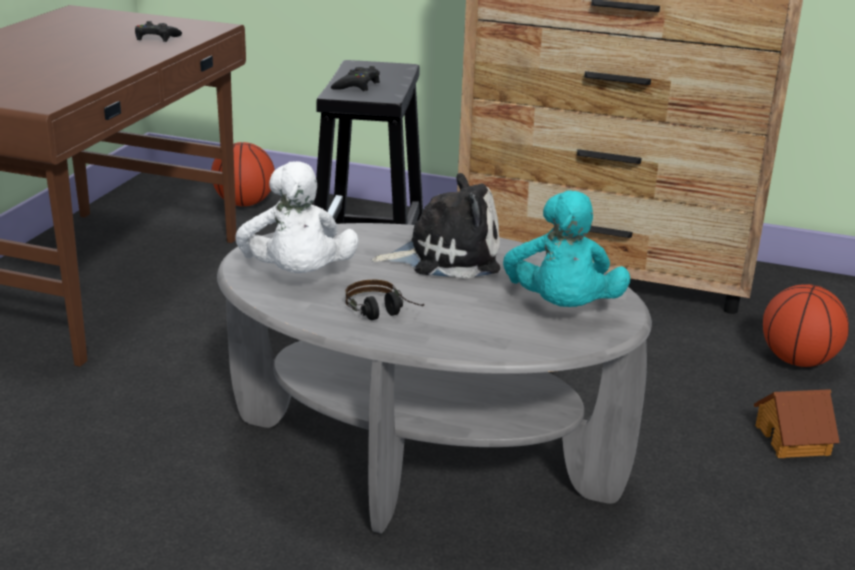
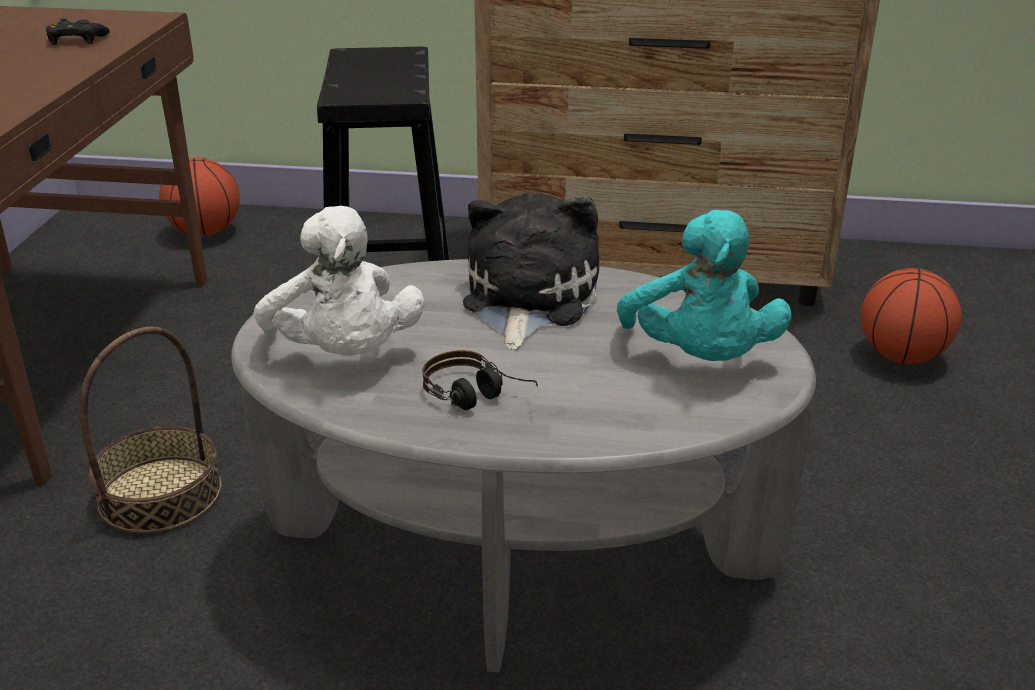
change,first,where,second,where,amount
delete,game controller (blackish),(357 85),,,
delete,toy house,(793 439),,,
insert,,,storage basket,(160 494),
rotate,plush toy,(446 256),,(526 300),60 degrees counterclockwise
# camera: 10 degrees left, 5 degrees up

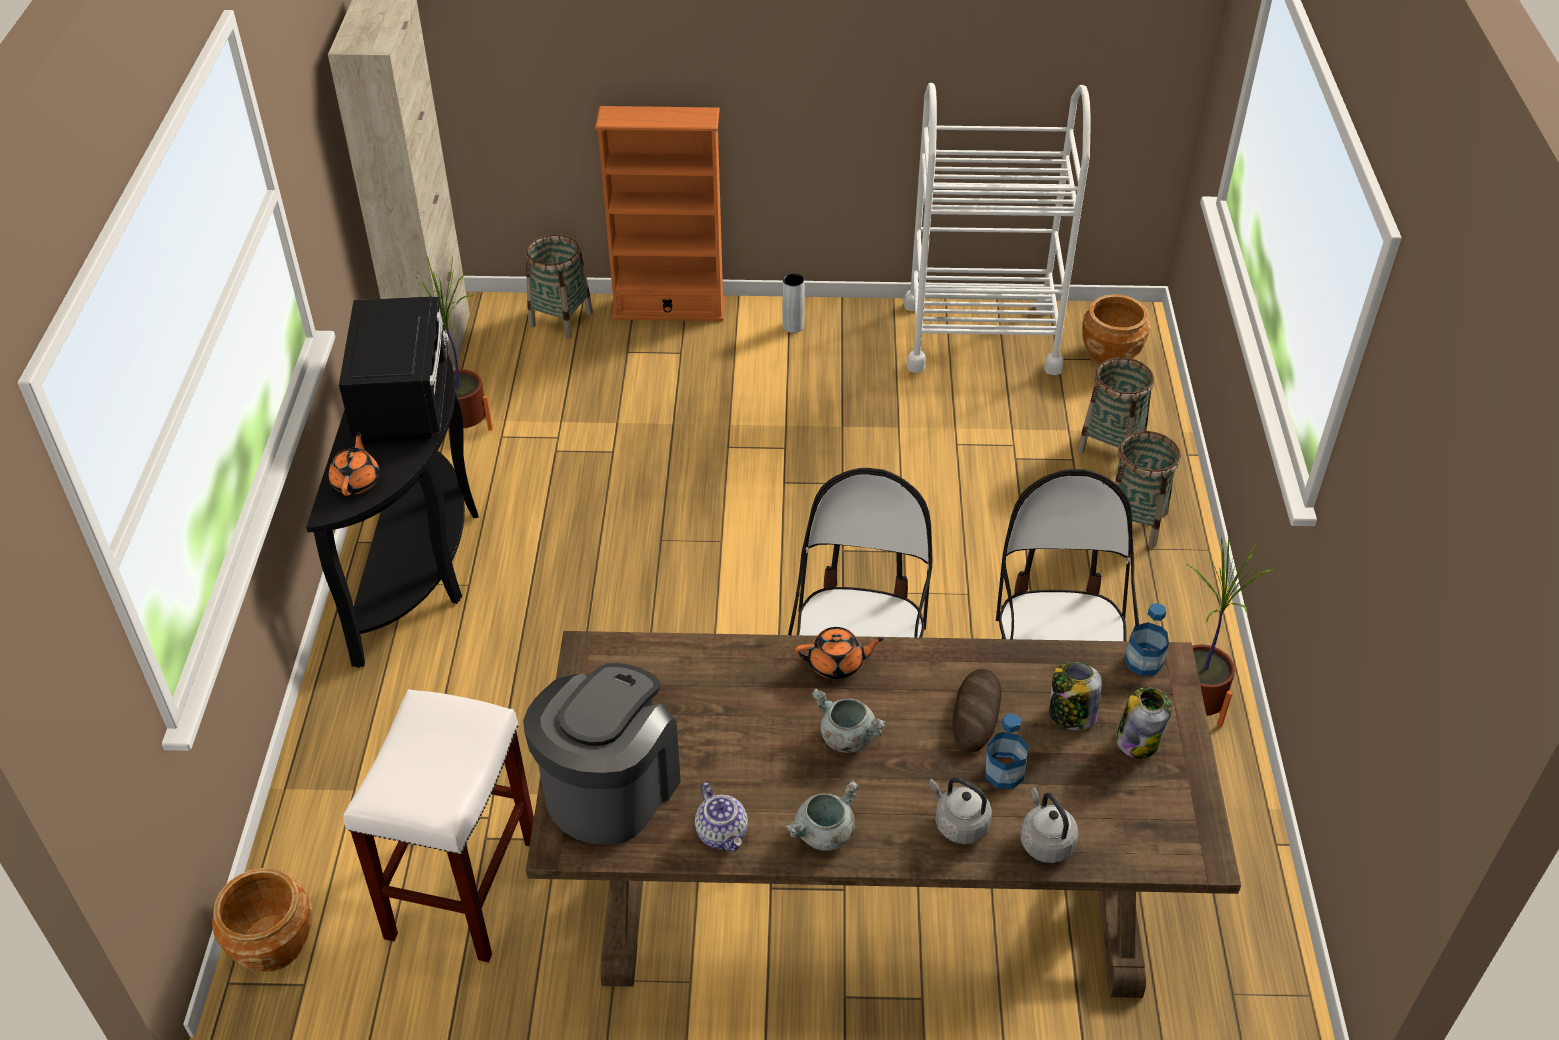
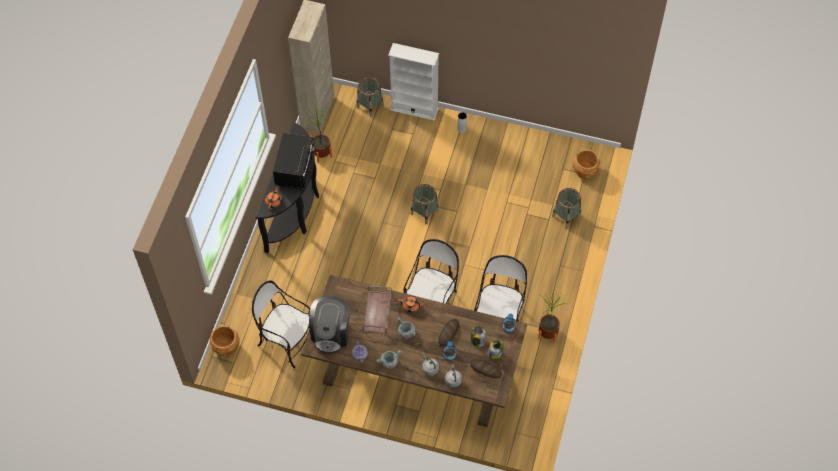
change,first,where,second,where,amount
delete,trolley (whitish),(981 337),,,
insert,,,tray (brownish),(378 312),
insert,,,baked bread,(486 370),
move,storage basket,(1134 522),,(424 212),
replace,sitting stool (whitish),(463 886),plain chair,(287 341),
recolor,shelving unit (orange),(669 308),shelving unit (whitish),(414 109),
rotate,coffee brewer,(610 787),,(331 333),150 degrees clockwise
# camera: 15 degrees right, 15 degrees up

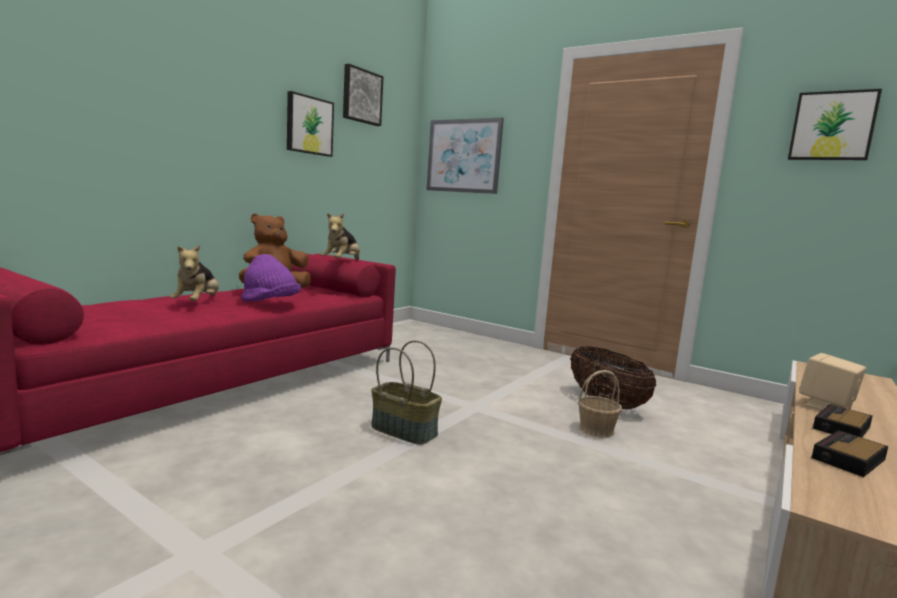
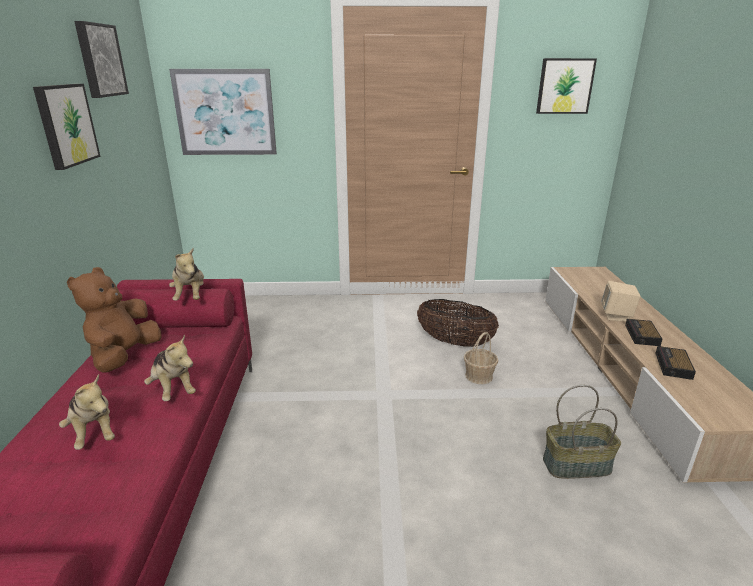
change,first,where,second,where,amount
move,storage basket,(405 430),,(576 464),
replace,clothing hat (purple-coloured),(270 303),plush toy,(173 389),
# camera: 35 degrees left, 15 degrees up

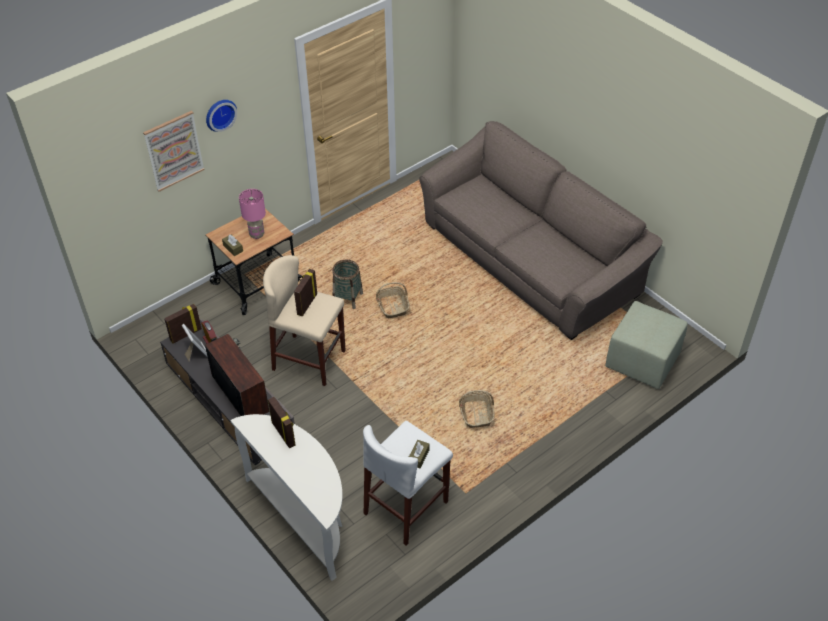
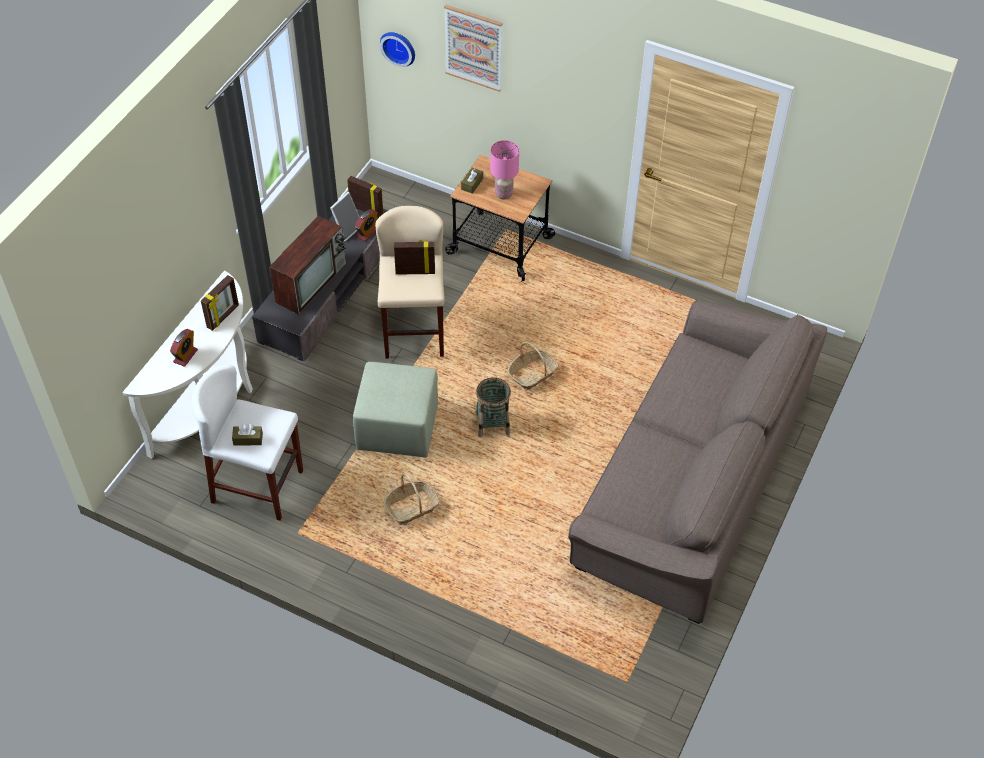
change,first,where,second,where,amount
insert,,,bedside clock,(185 356),
move,wall clock,(219 114),,(399 47),
move,storage basket,(348 298),,(492 424),
move,footrest (green),(642 362),,(396 428),
# camera: 65 degrees right, 5 degrees up

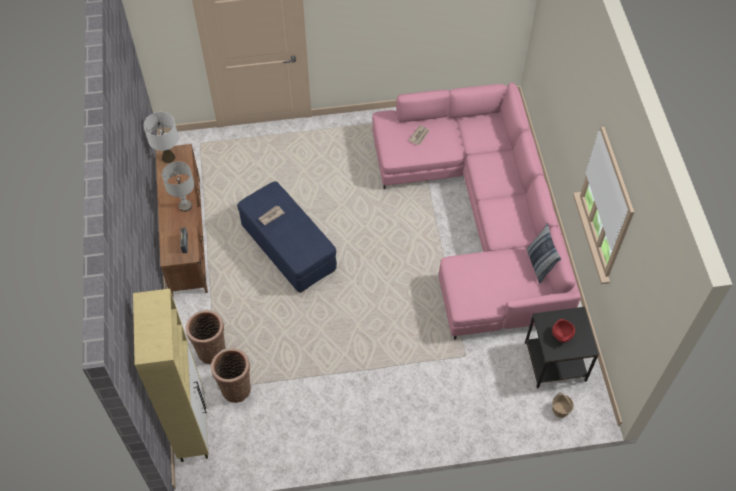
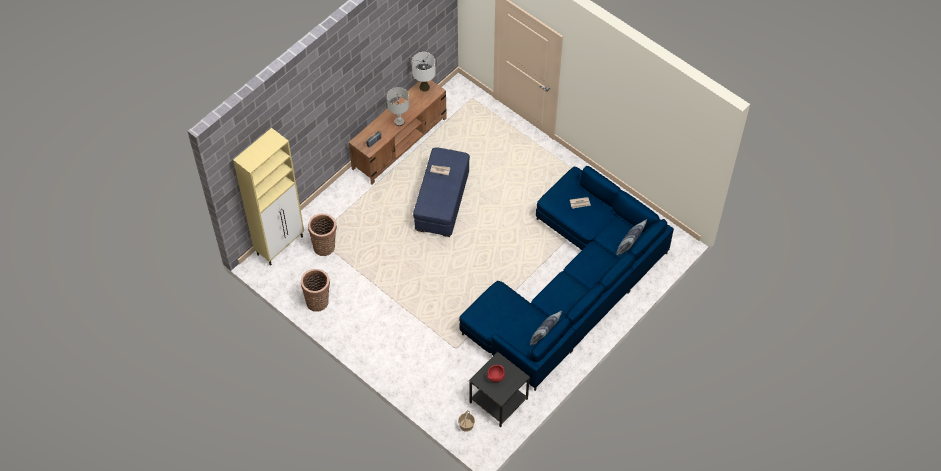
change,first,where,second,where,amount
insert,,,pillow,(629 245),
move,storage basket,(211 349),,(318 300),
recolor,sofa (pinkish),(479 215),sofa (blue-coloured),(569 286),
# camera: 50 degrees right, 0 degrees up

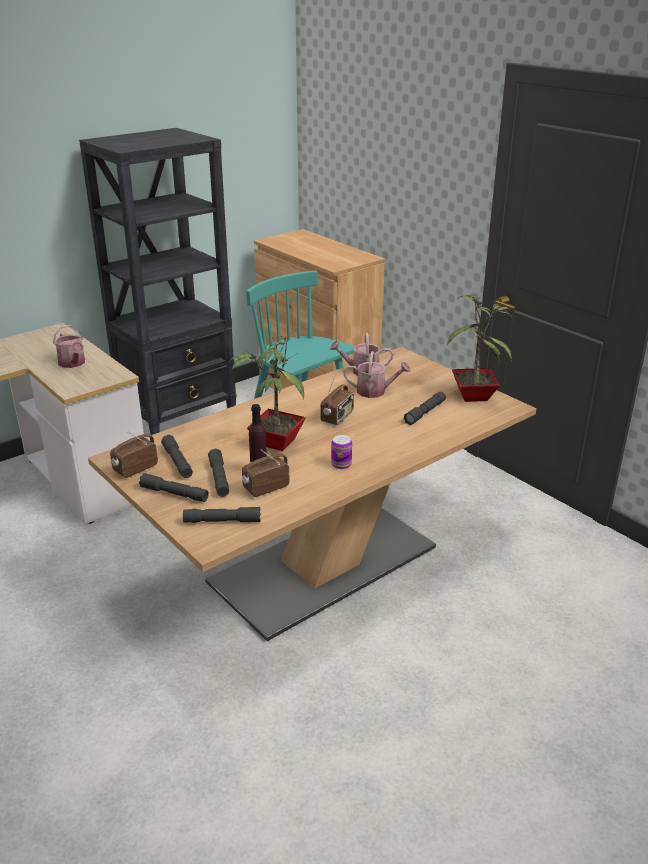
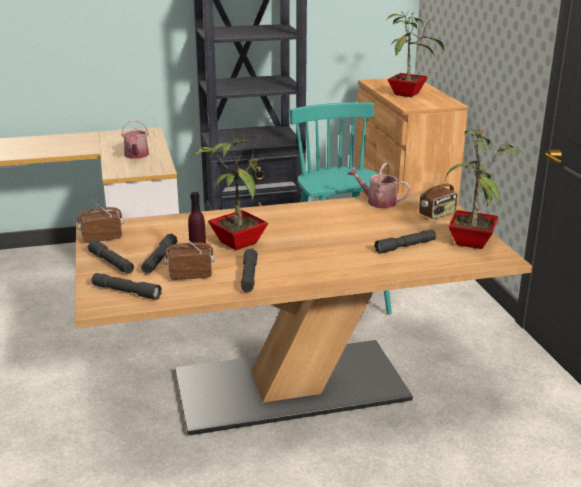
change,first,where,second,where,amount
delete,sealed can,(341 464),,,
delete,sprinkling can,(375 391),,,
insert,,,potted plant,(407 94),
move,hand torch (gray),(177 462),,(249 276),
move,radio set,(337 418),,(437 214),
# camera: 25 degrees right, 5 degrees down

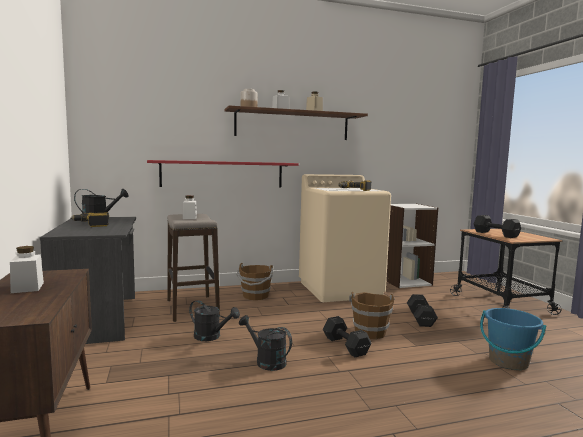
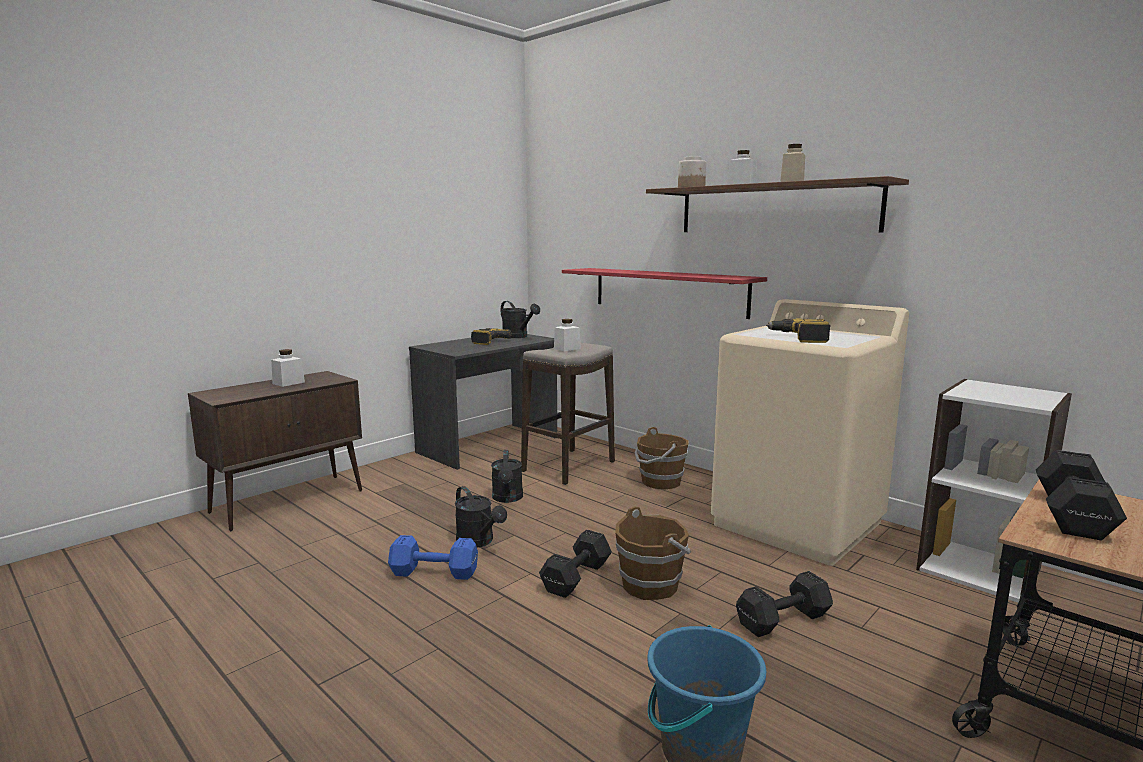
change,first,where,second,where,amount
insert,,,free weight (blue-coloured),(432 572),
rotate,sprinkling can (blackish),(266 361),,(479 542),135 degrees clockwise
# camera: 60 degrees right, 5 degrees up

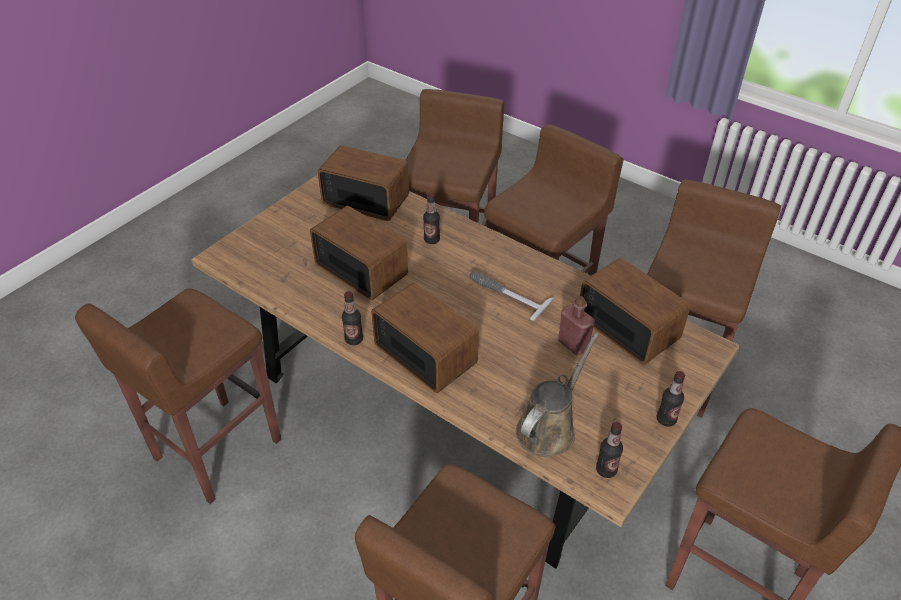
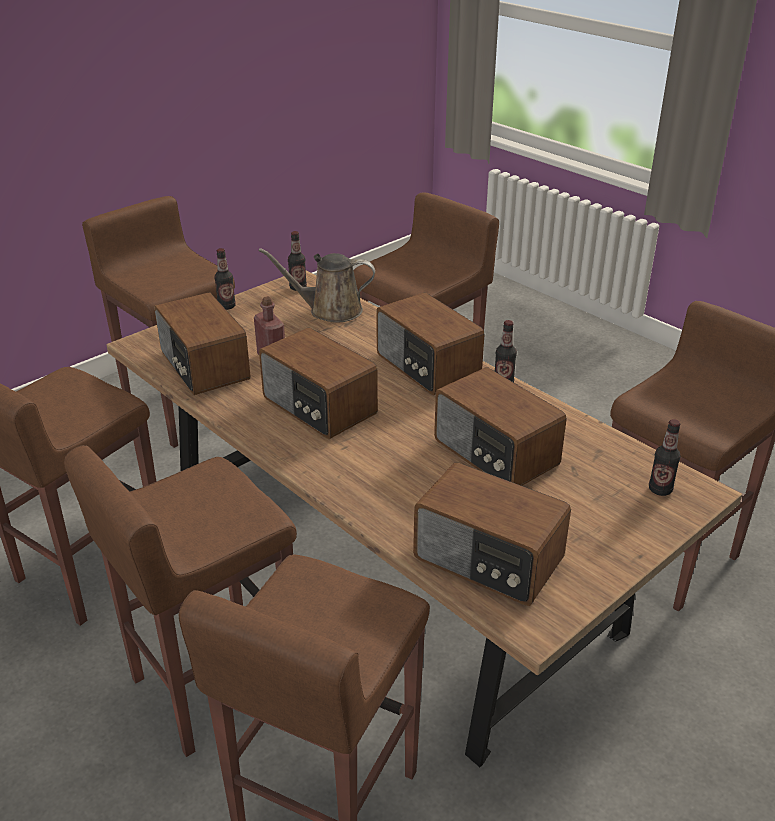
change,first,where,second,where,amount
move,beverage bottle,(431 240),,(660 489),
replace,tool hammer,(506 294),radio set,(318 407),
rotate,sprinkling can (brownish),(549 428),,(330 310),45 degrees clockwise
# camera: 170 degrees left, 10 degrees down

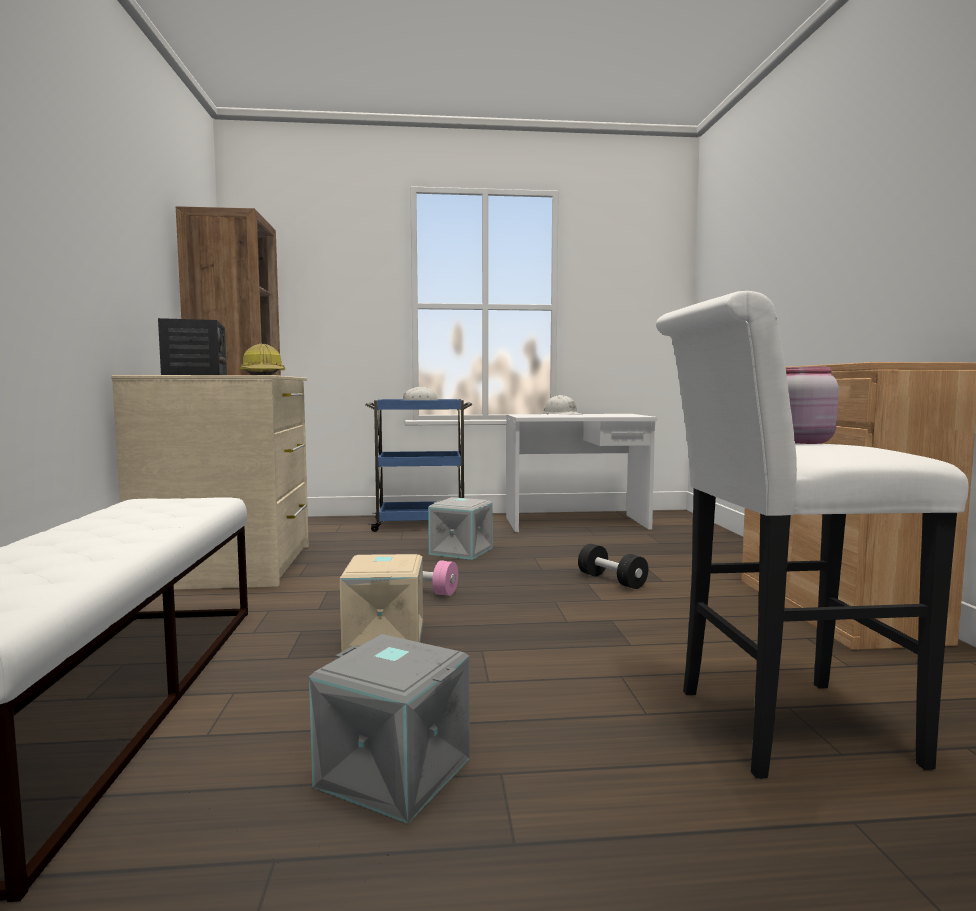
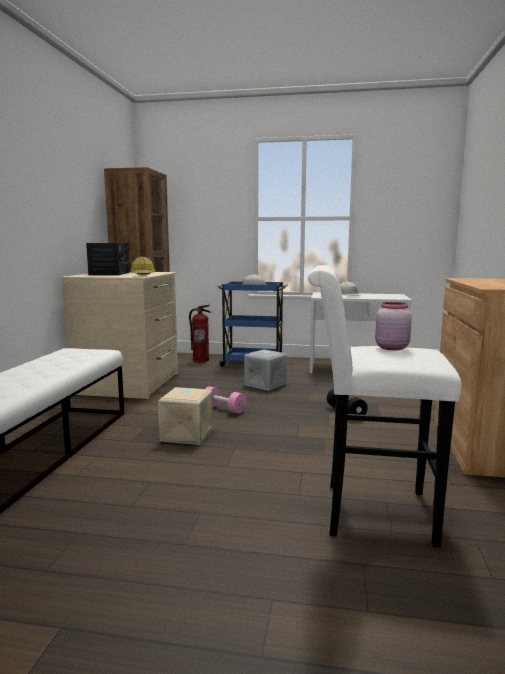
change,first,where,second,where,amount
delete,storage bin (gray),(391 773),,,
insert,,,fire-fighting cylinder,(201 360),
# camera: 15 degrees right, 5 degrees up

